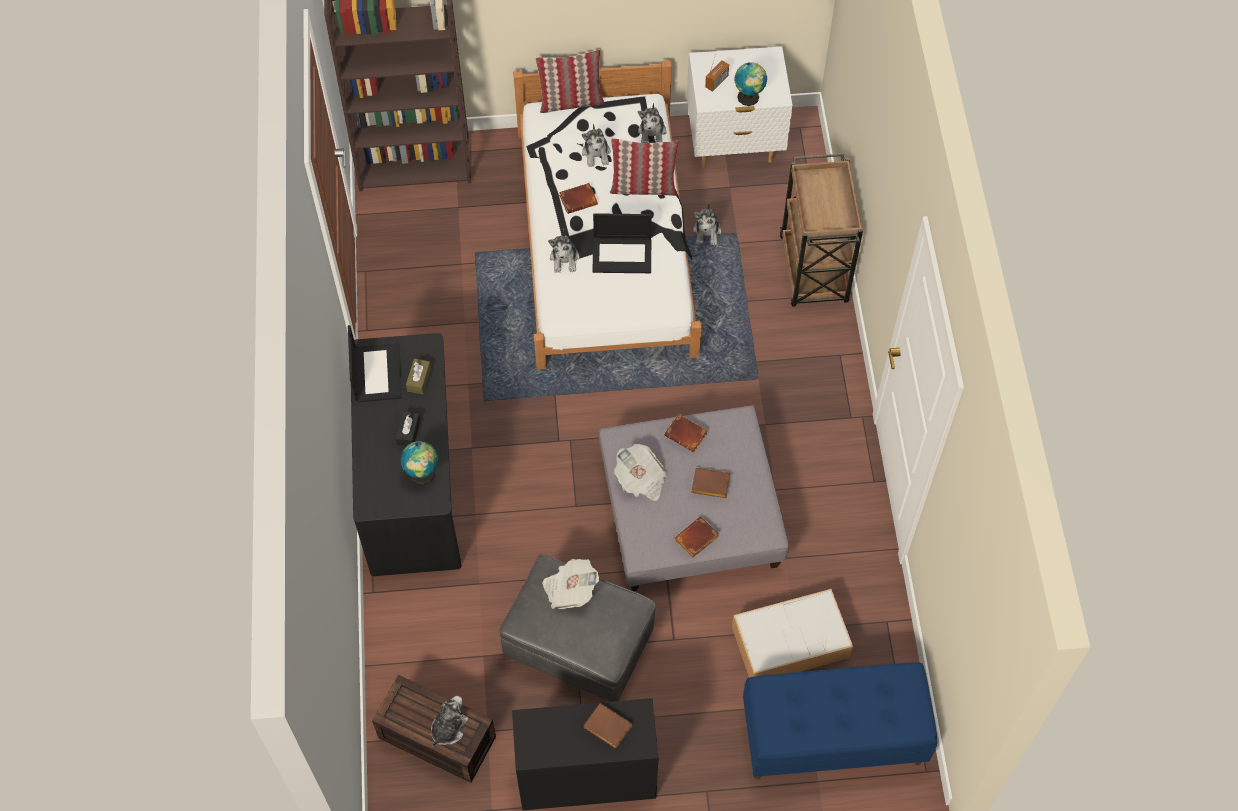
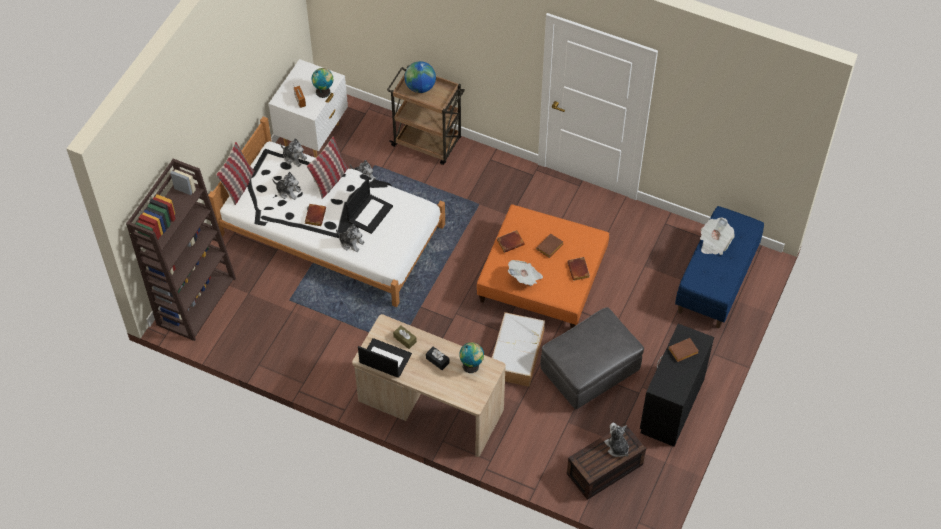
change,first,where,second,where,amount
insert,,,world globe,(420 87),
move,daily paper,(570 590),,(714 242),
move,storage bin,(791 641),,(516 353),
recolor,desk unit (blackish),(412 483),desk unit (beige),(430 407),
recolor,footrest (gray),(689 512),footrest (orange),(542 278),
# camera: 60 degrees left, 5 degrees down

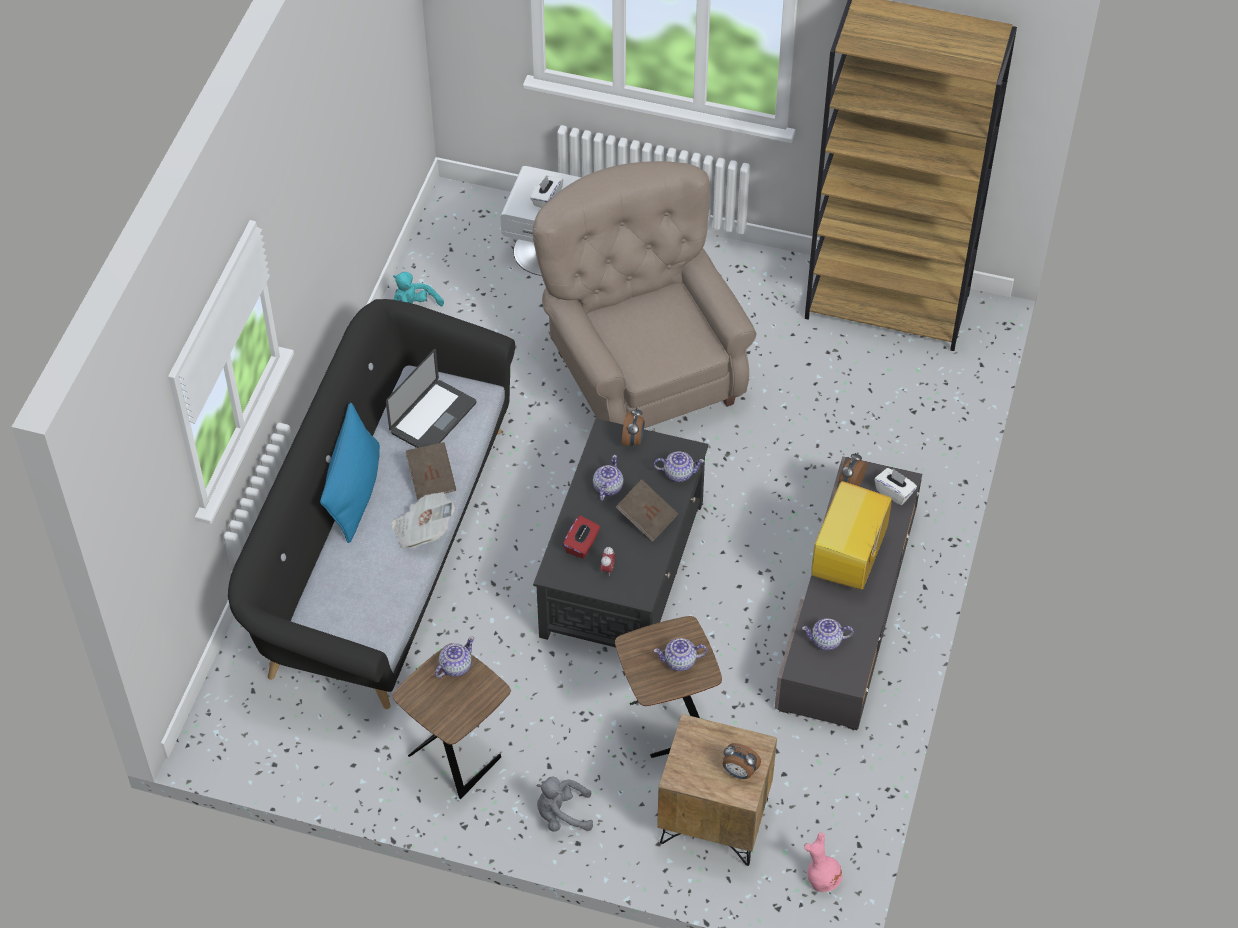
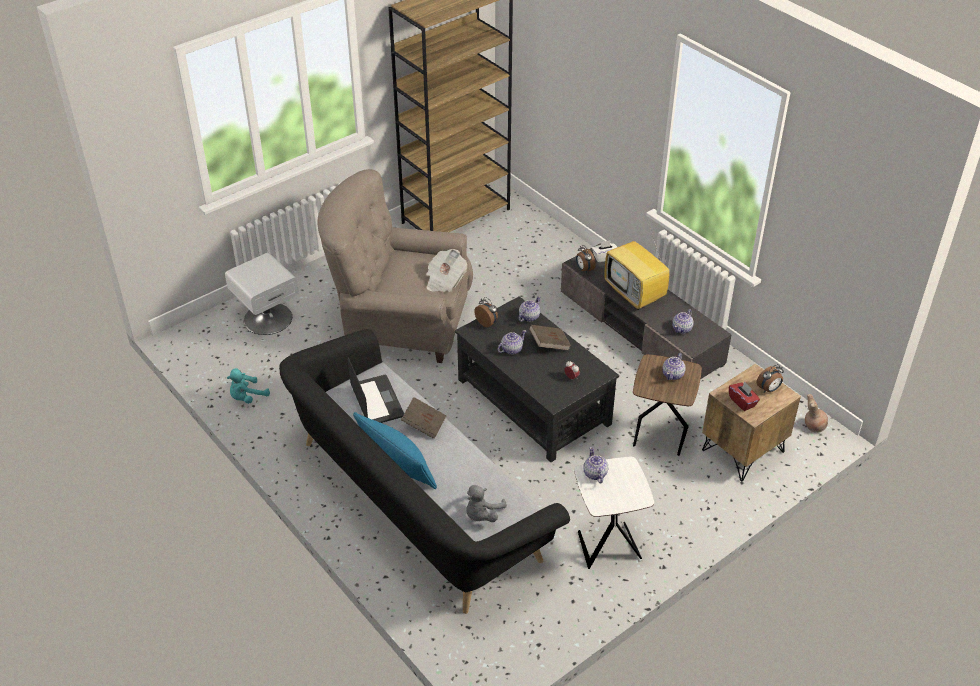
change,first,where,second,where,amount
delete,tissue box (whitish),(546 199),,,
move,daily paper,(423 530),,(444 280),
move,plush toy (gray),(562 814),,(482 514),
move,tissue box (reddish),(582 545),,(742 402),
recolor,accent table (brownish),(457 755),accent table (whitish),(607 544),
recolor,flower vase (pinkish),(823 878),flower vase (brownish),(813 426),
rotate,pot for tea,(607 487),,(511 349),90 degrees clockwise
# camera: 55 degrees left, 10 degrees down

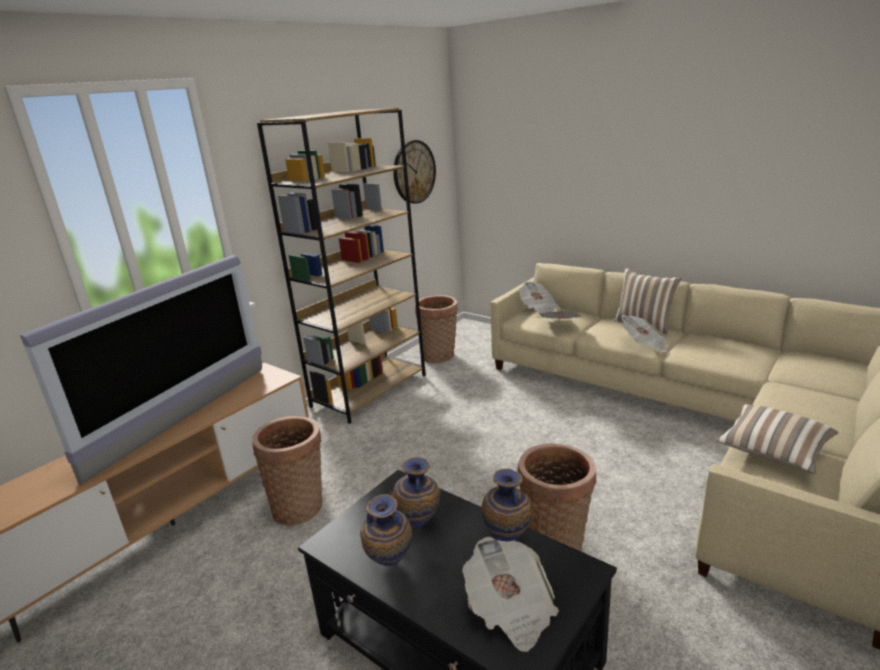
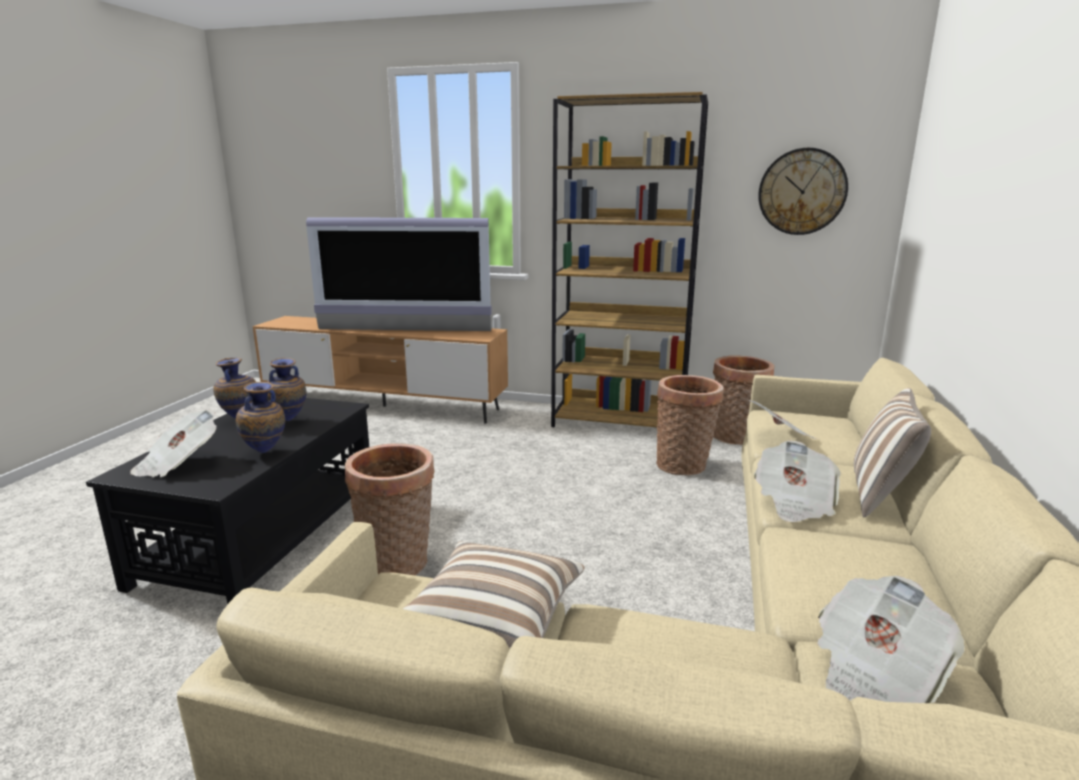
change,first,where,second,where,amount
move,storage basket,(301 506),,(684 466),
move,daily paper,(538 308),,(876 672),
# camera: 65 degrees right, 5 degrees down

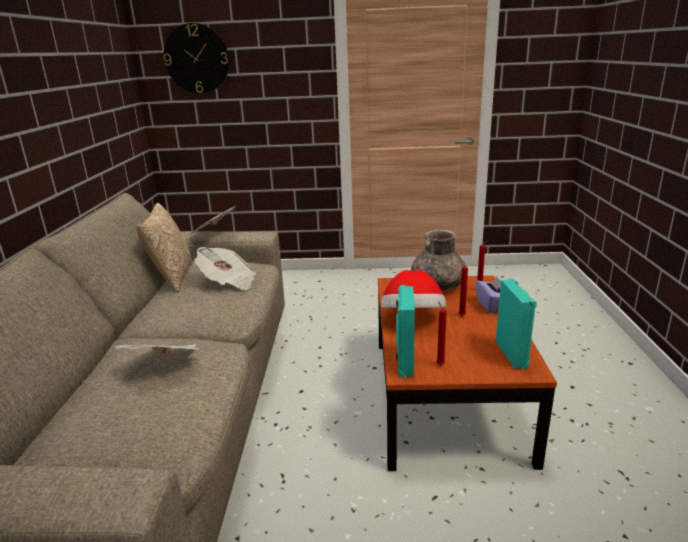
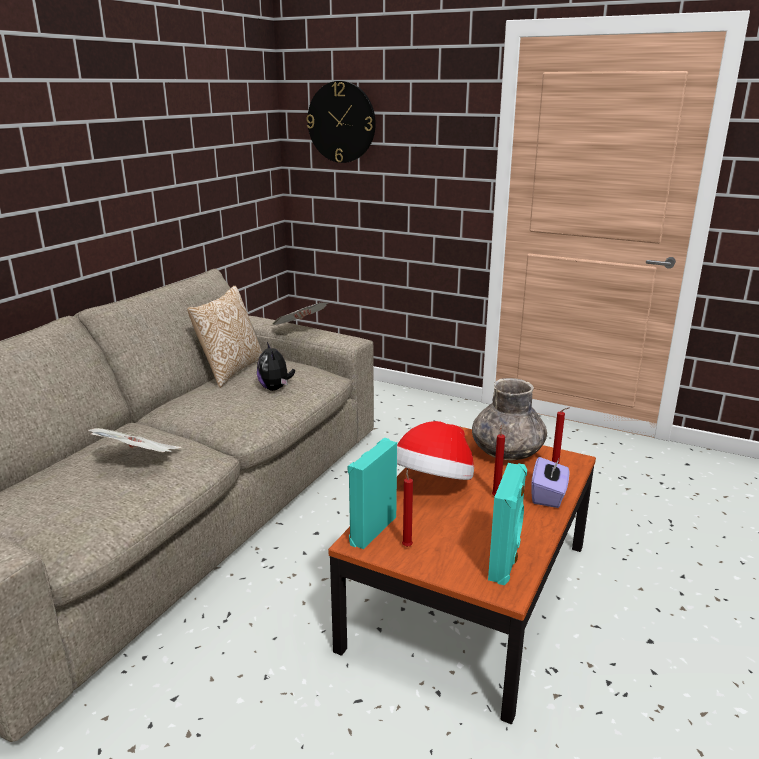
change,first,where,second,where,amount
replace,daily paper,(228 282),plush toy,(275 388),
# camera: 25 degrees right, 0 degrees up

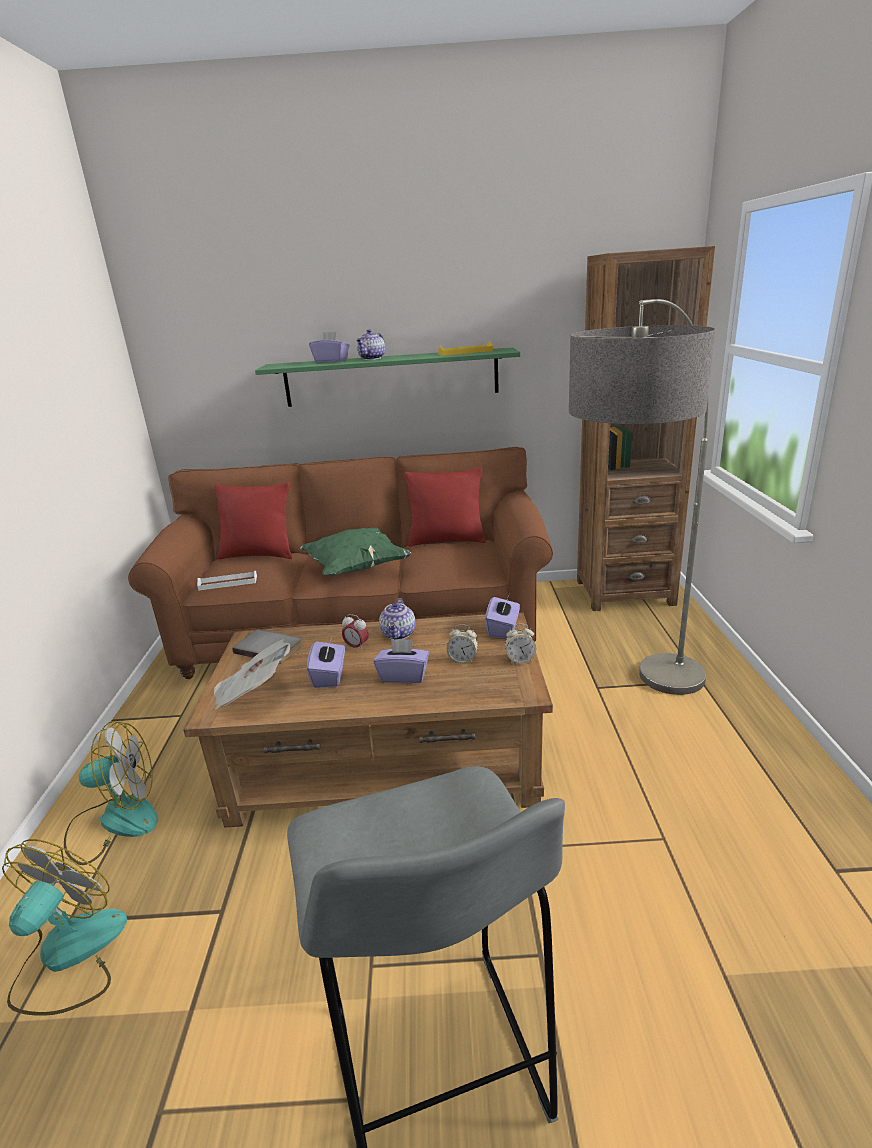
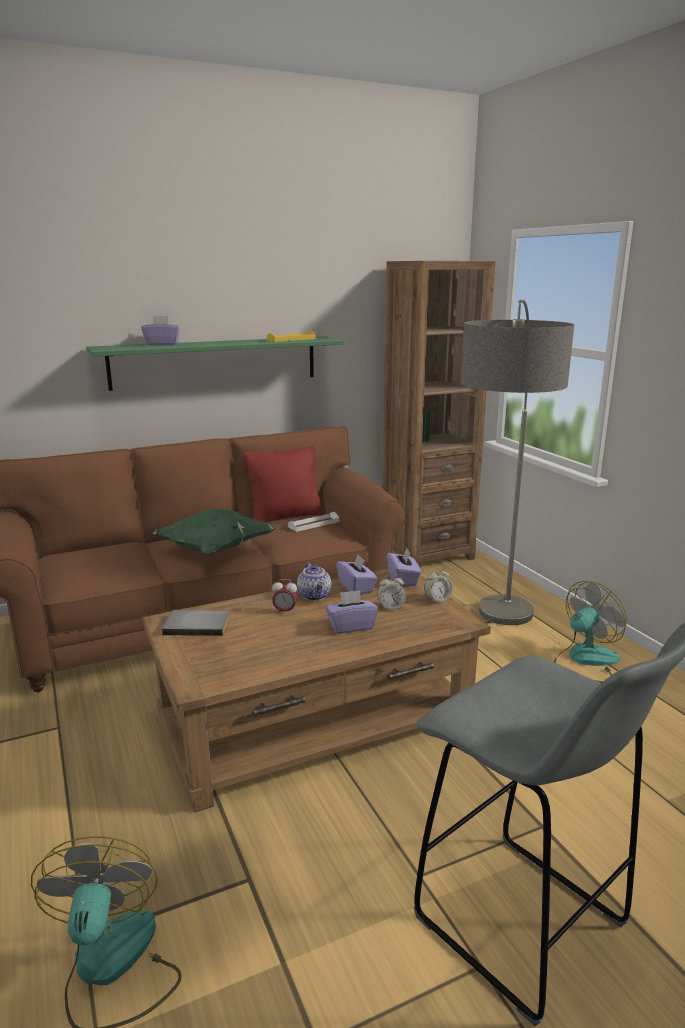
change,first,where,second,where,amount
delete,daily paper,(253 693),,,
delete,pillow (reddish),(258 555),,,
delete,pot for tea,(372 358),,,
move,electric fan,(114 821),,(585 660),
move,tray (whitish),(228 583),,(314 524),
move,tissue box (purple-coloured),(329 676),,(356 587),
# camera: 25 degrees left, 5 degrees down

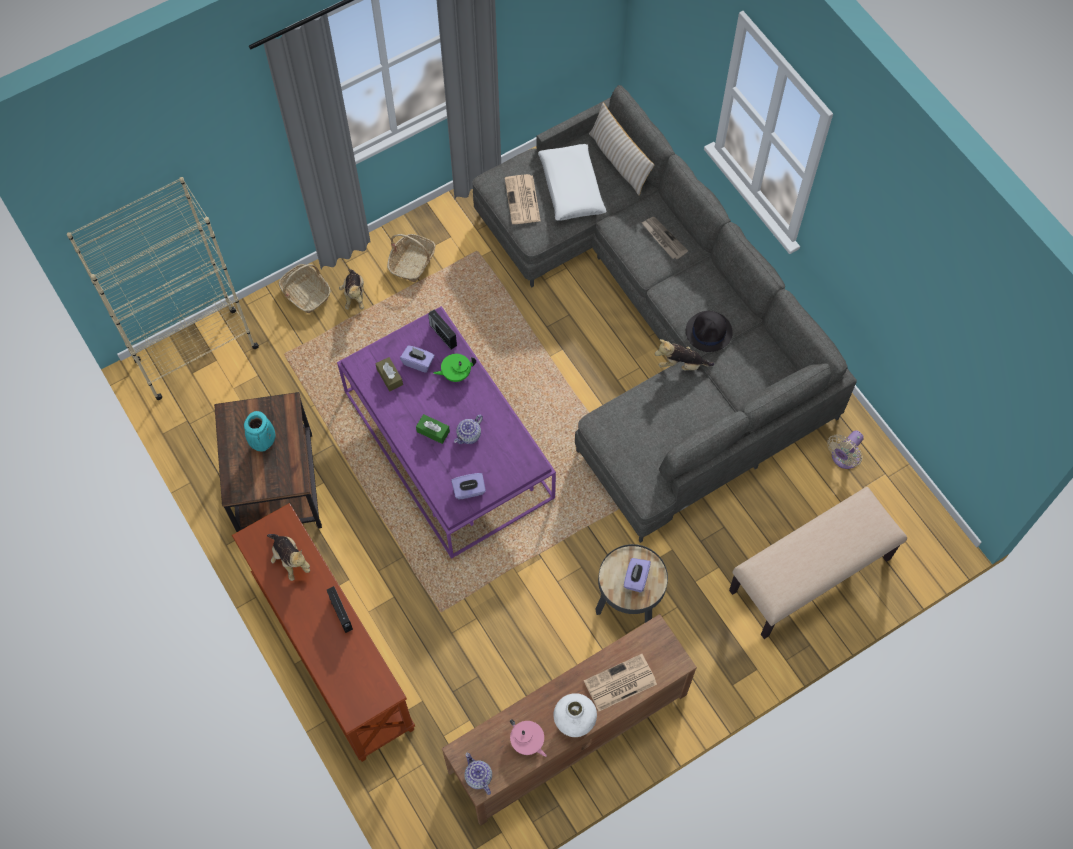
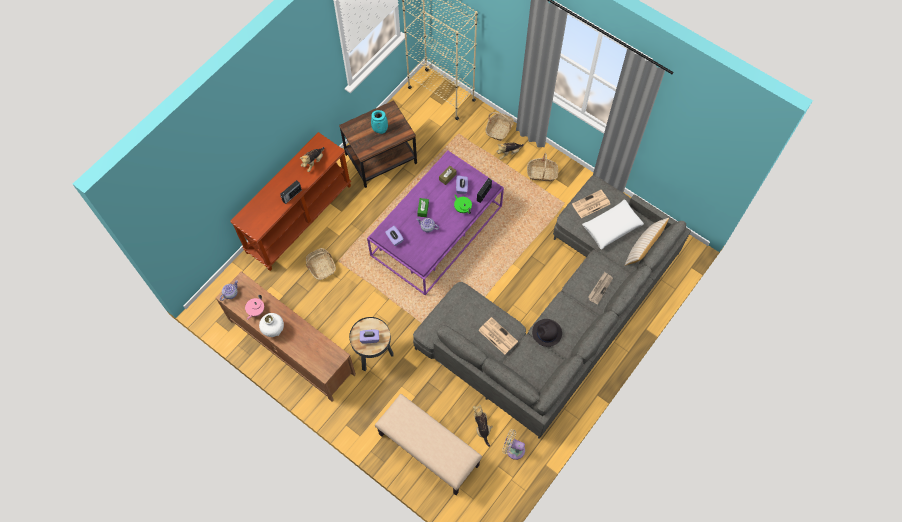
change,first,where,second,where,amount
insert,,,storage basket,(321 266),
move,daily paper,(619 683),,(497 335),
move,plush toy,(681 364),,(482 427),
# camera: 70 degrees right, 0 degrees up

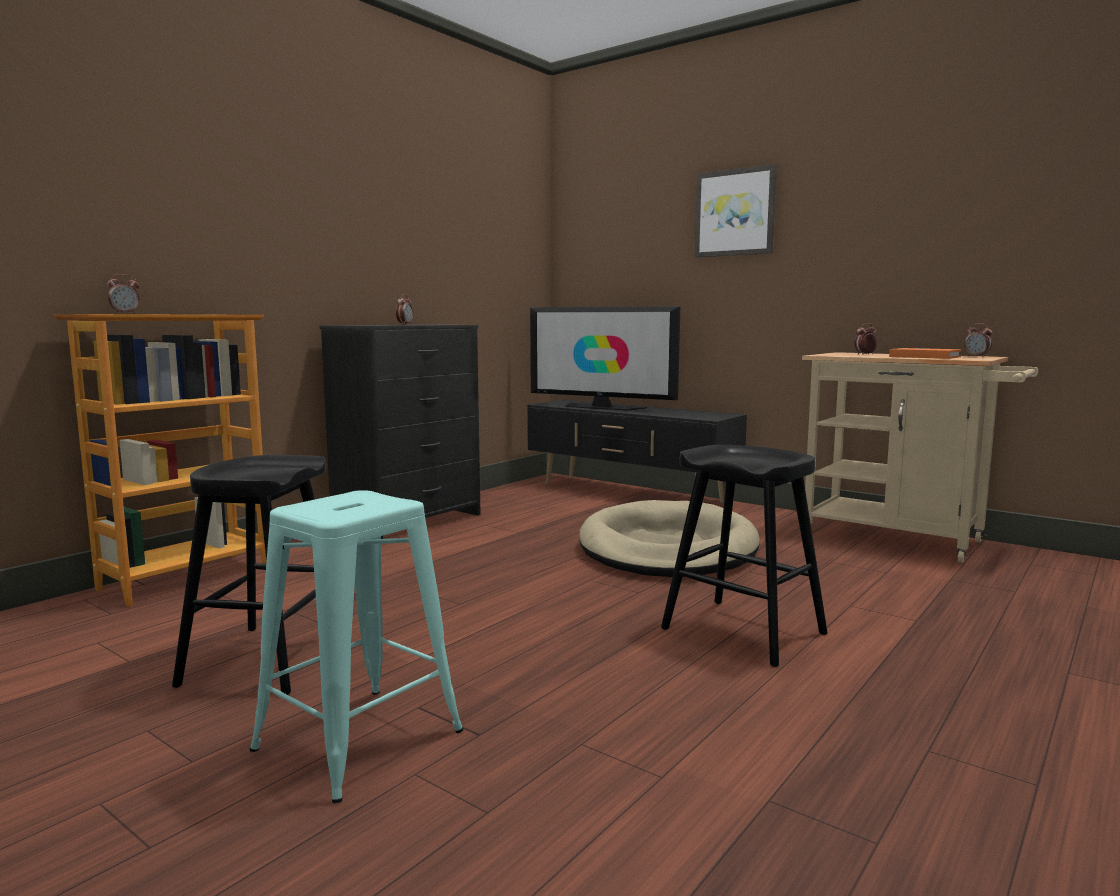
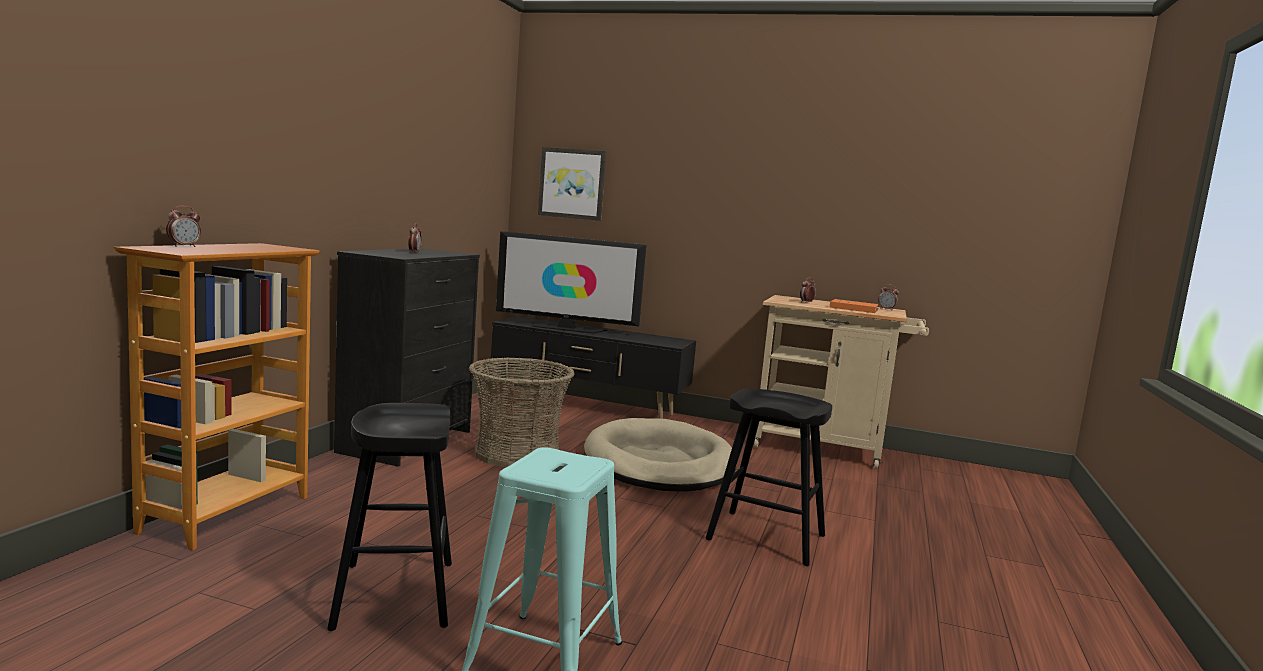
change,first,where,second,where,amount
insert,,,storage basket,(517 453),
move,wall art,(735 212),,(572 183),
# camera: 20 degrees left, 0 degrees up

